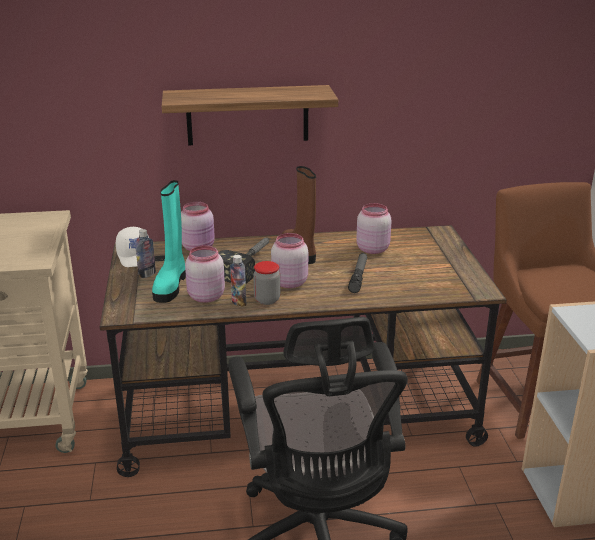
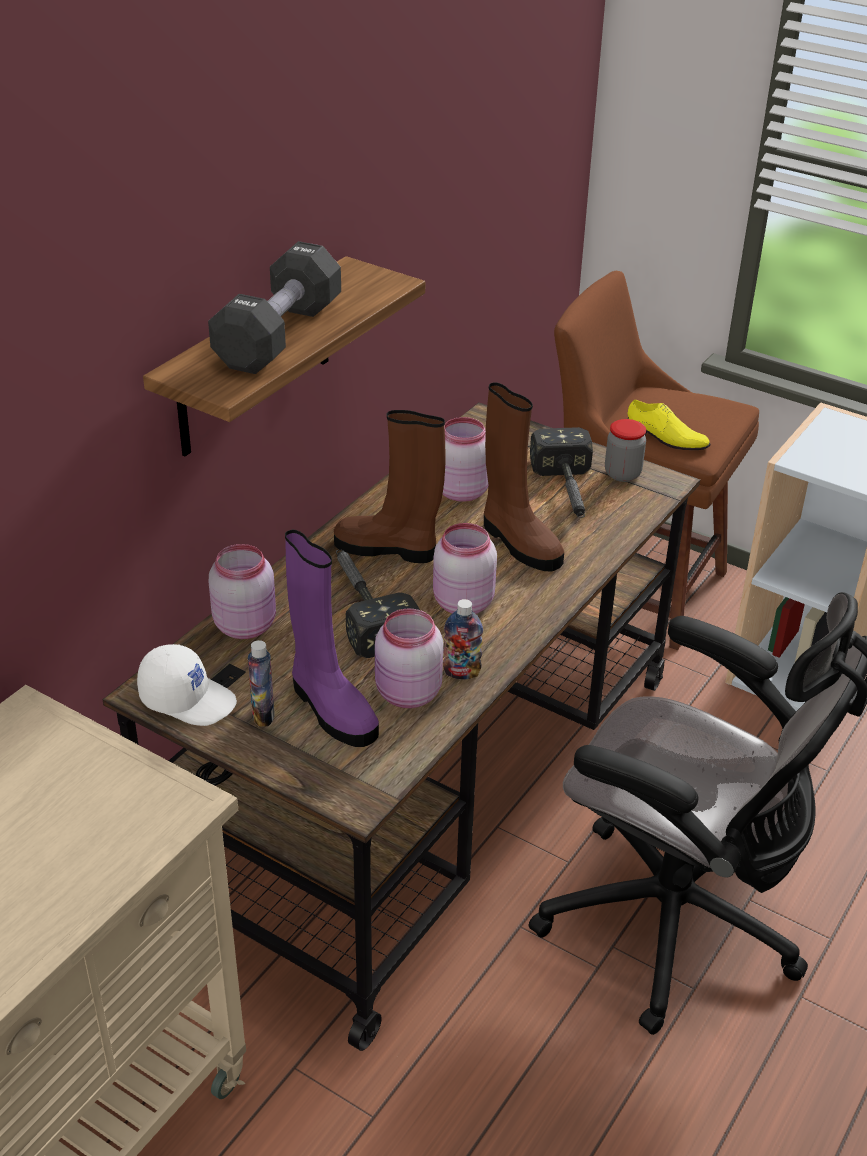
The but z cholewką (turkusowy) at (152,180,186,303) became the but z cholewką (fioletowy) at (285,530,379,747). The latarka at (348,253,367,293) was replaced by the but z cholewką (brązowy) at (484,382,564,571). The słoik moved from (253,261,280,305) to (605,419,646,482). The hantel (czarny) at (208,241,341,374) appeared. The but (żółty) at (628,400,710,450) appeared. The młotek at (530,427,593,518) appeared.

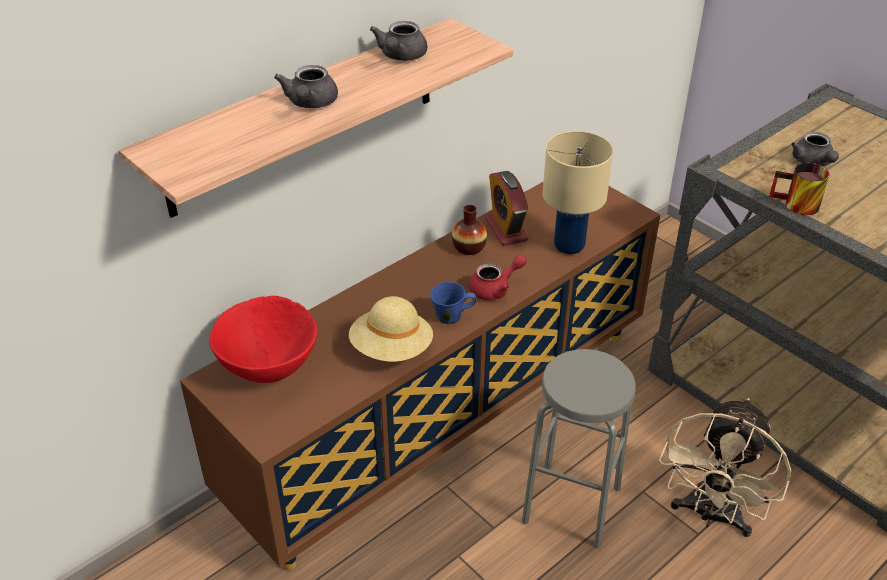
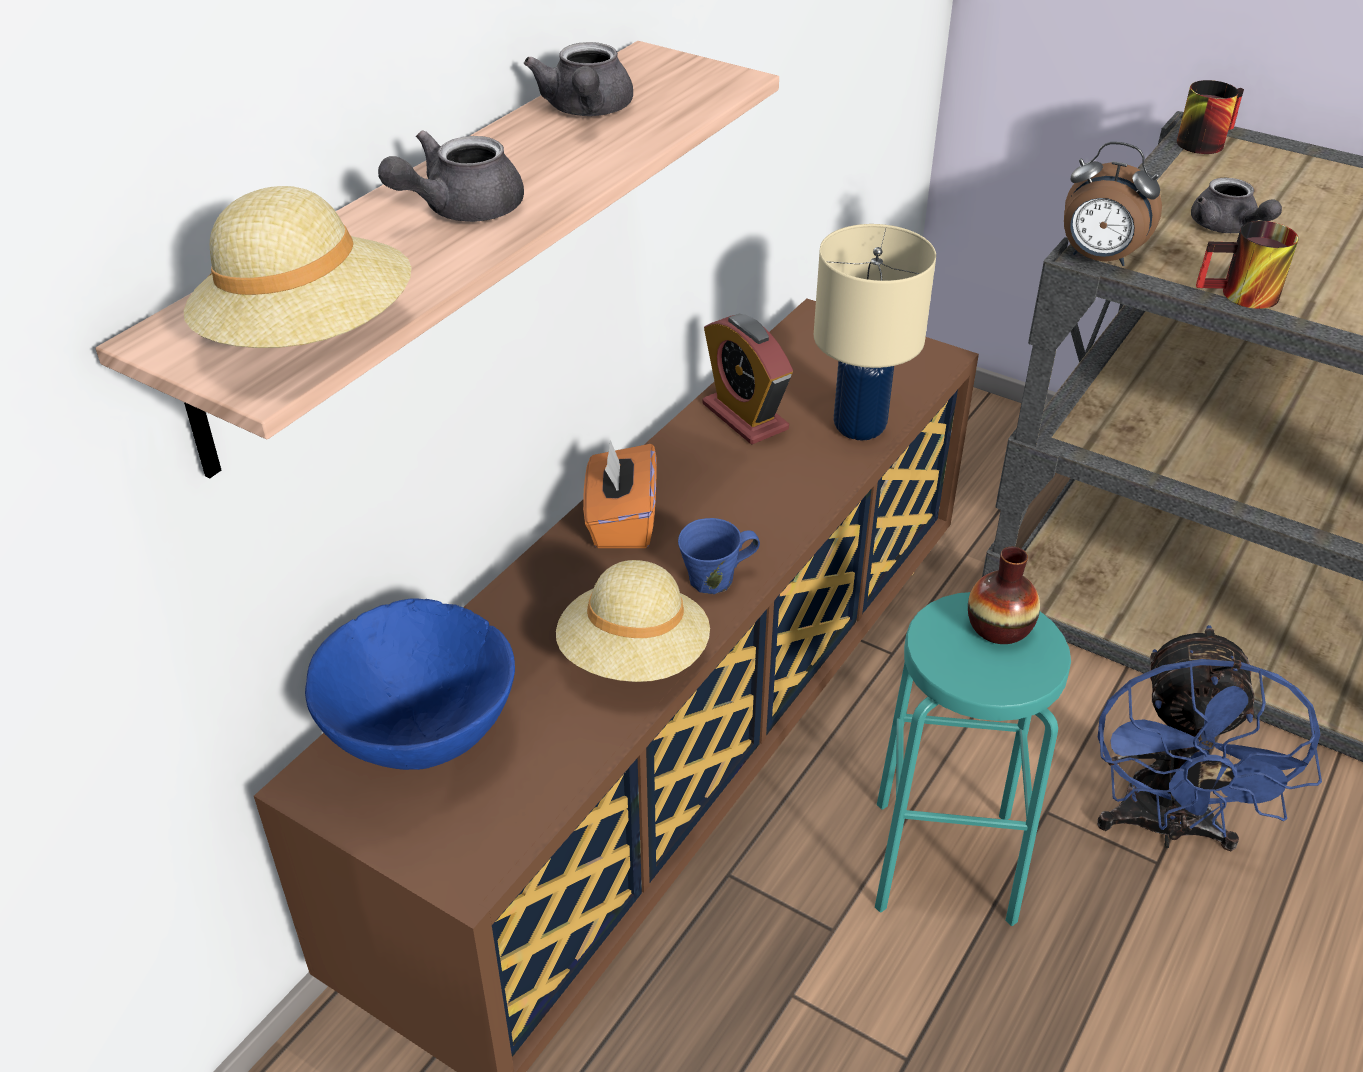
The imbryk (szary) at (274,65,338,108) turned 60 degrees clockwise. The wazon moved from (452,205,487,255) to (968,547,1040,644). The imbryk (czerwony) at (469,255,527,300) disappeared. The miska (czerwony) at (209,296,318,383) became the miska (niebieski) at (305,599,515,770). The stołek (szary) at (522,349,636,548) became the stołek (turkusowy) at (875,592,1071,926). The wentylator (beżowy) at (659,398,791,537) became the wentylator (niebieski) at (1097,625,1322,851). The kubek at (1177,80,1244,154) appeared. The budzik at (1064,142,1162,266) appeared. The kapelusz (beżowy) at (184,186,412,348) appeared. The pudełko chusteczek (pomarańczowy) at (583,440,657,548) appeared.

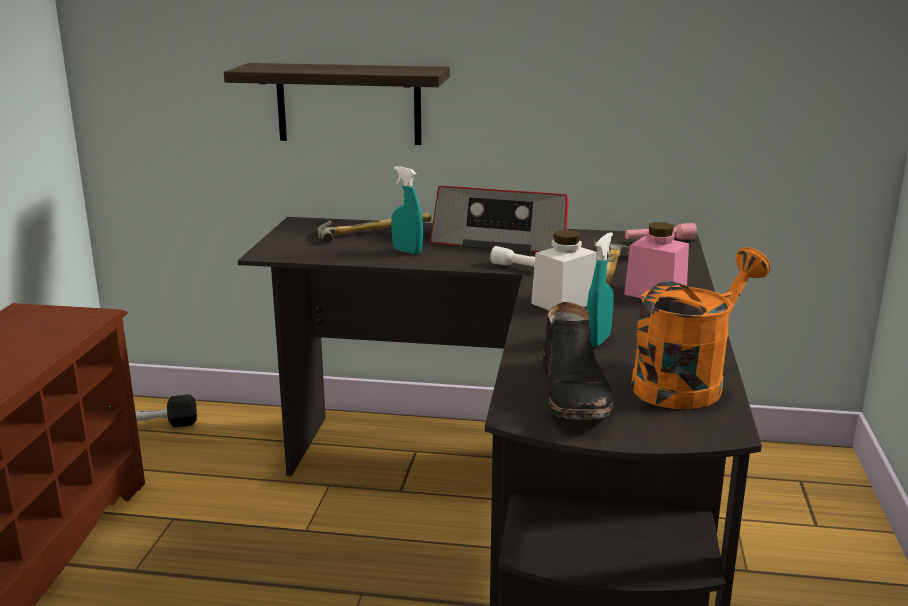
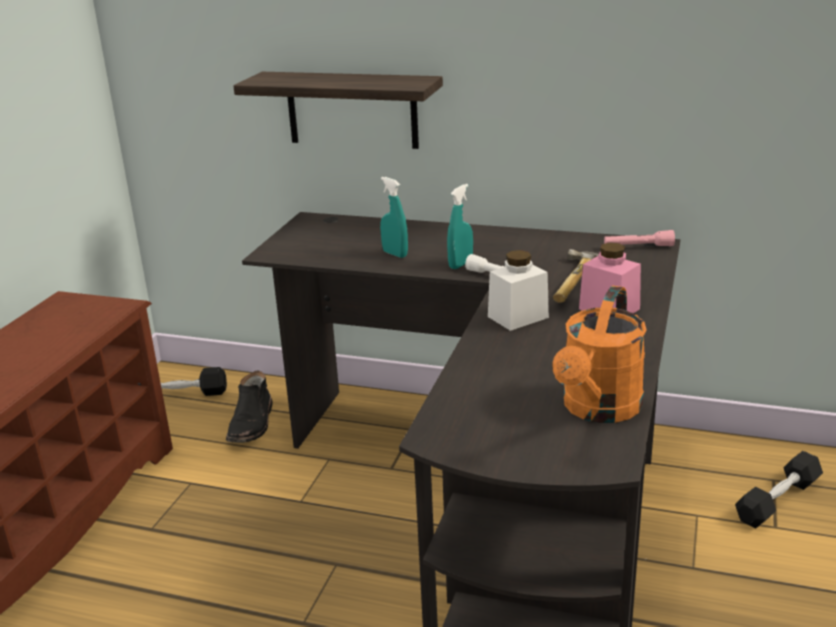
The radio at (430,186,569,253) disappeared. The młotek at (317,213,432,243) disappeared. The spryskiwacz (turkusowy) moved from (587,232,614,347) to (447,184,473,269). The konewka (pomarańczowy) at (631,247,771,409) turned 150 degrees clockwise. The but z cholewką (czarny) moved from (542,302,613,420) to (226,370,273,443). The hantel (czarny) at (735,451,823,528) appeared.

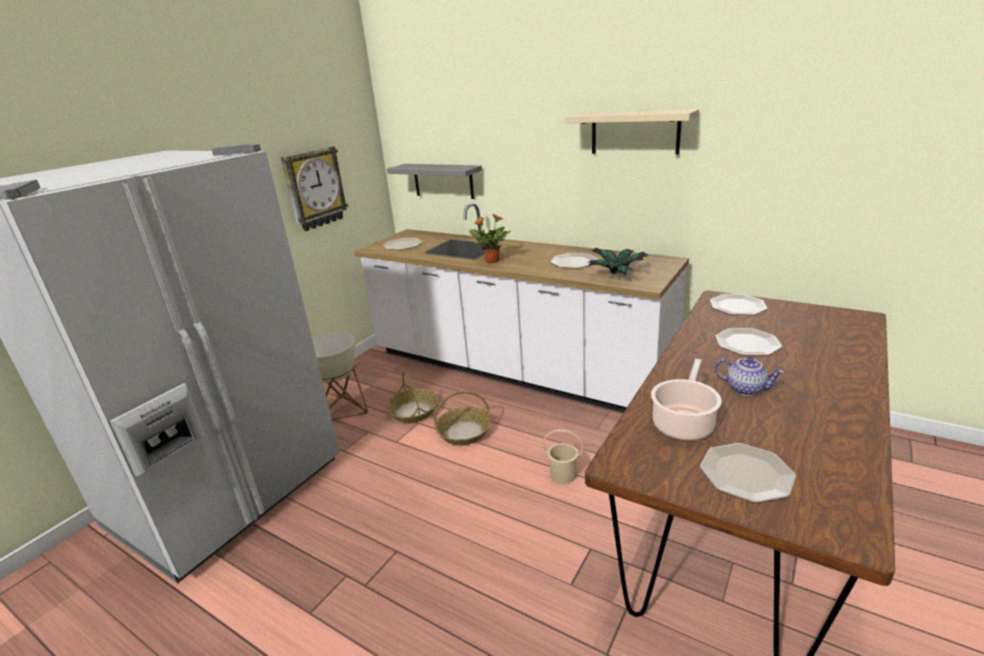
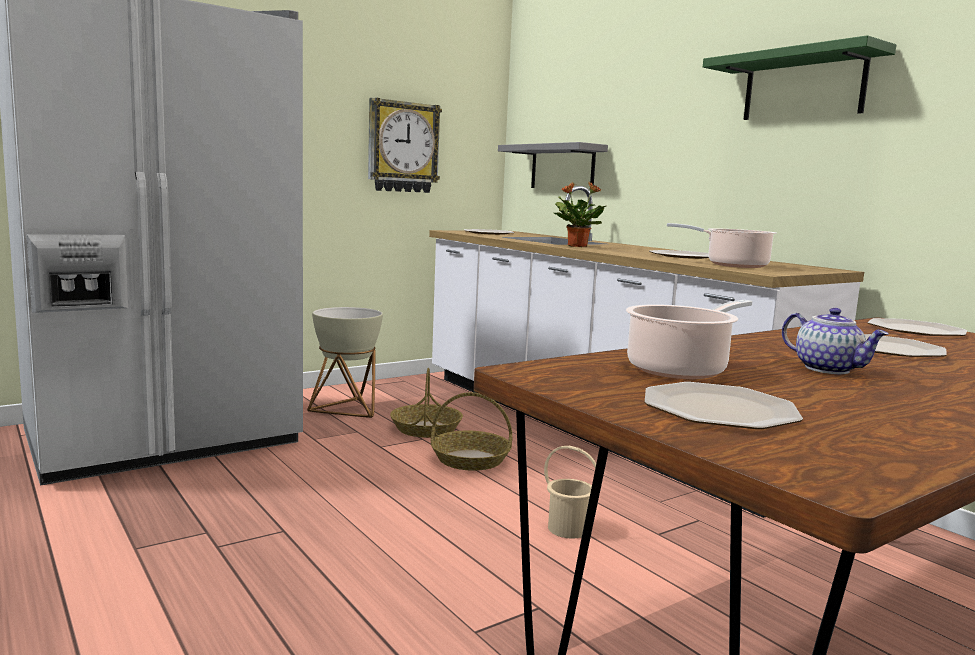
The półka (beżowy) at (565,109,699,155) became the półka (zielony) at (703,35,896,120). The roślina doniczkowa at (586,248,648,276) was replaced by the garnek at (667,223,777,268).

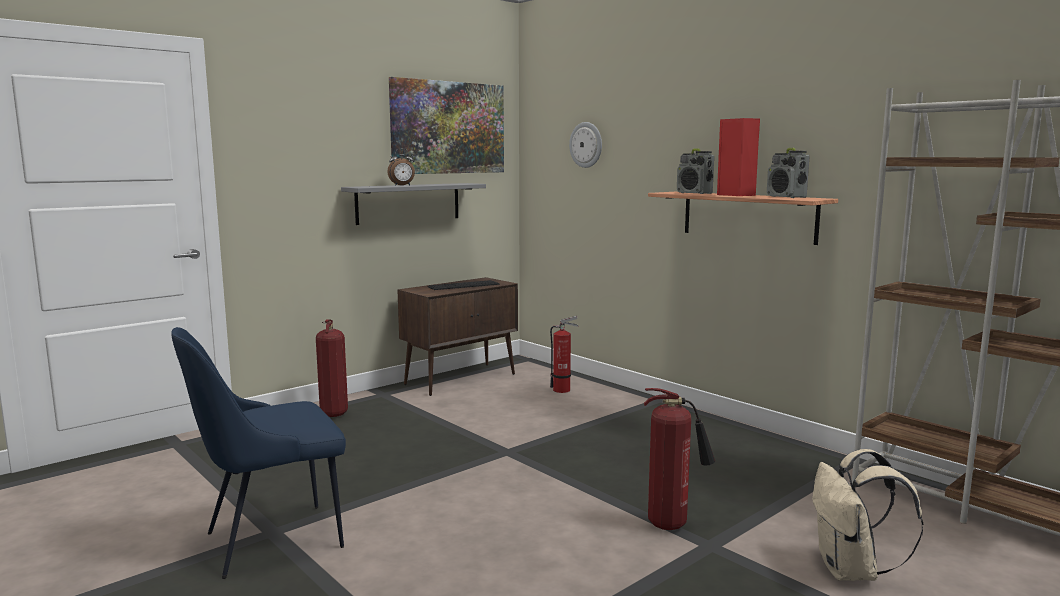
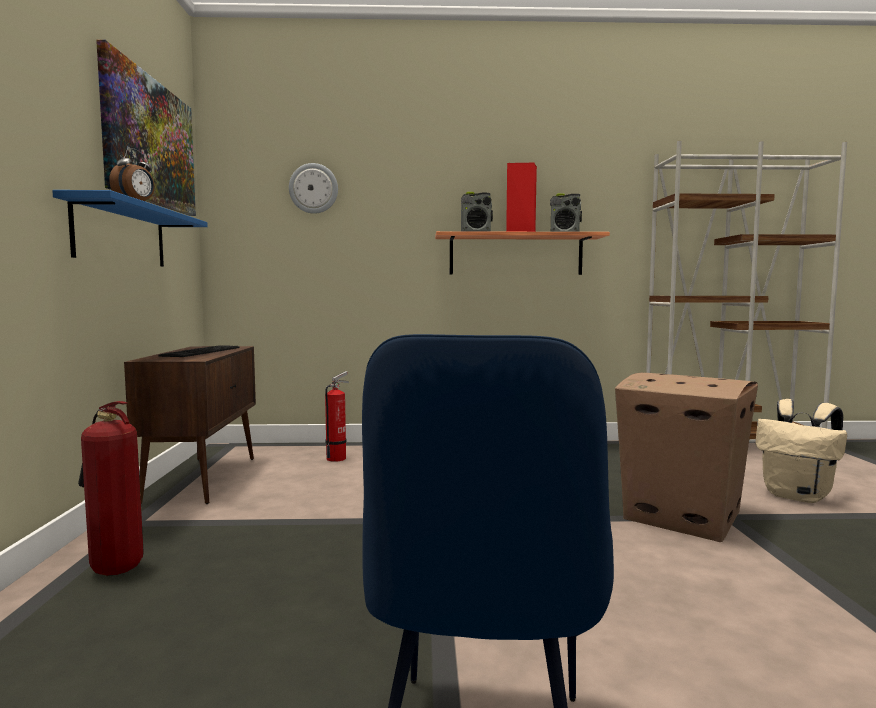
The półka (szary) at (341,183,486,225) became the półka (niebieski) at (52,190,208,267). The gaśnica at (644,388,715,530) was replaced by the karton at (615,373,758,542).

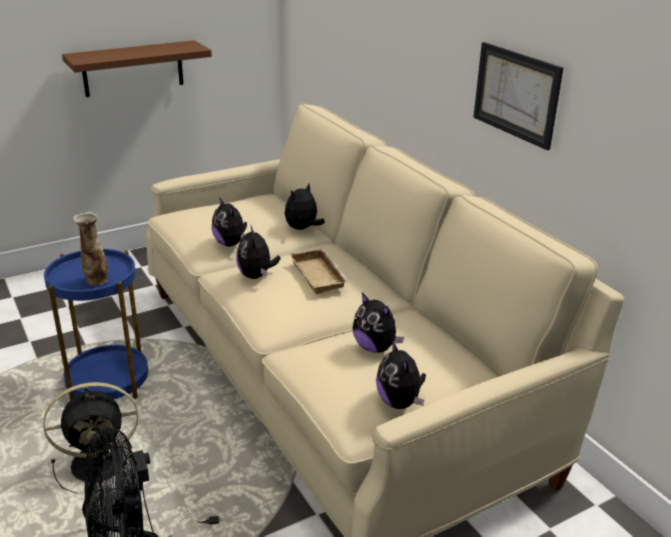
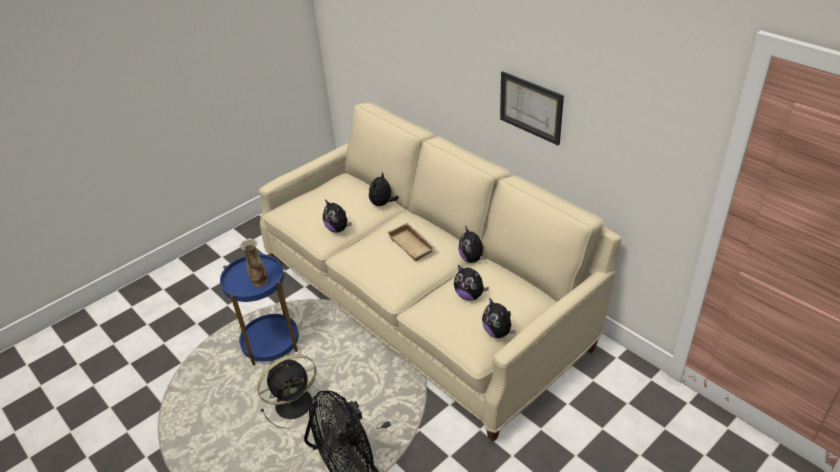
The półka (brązowy) at (62,40,212,97) disappeared. The pluszak moved from (236,224,281,279) to (458,226,486,263).

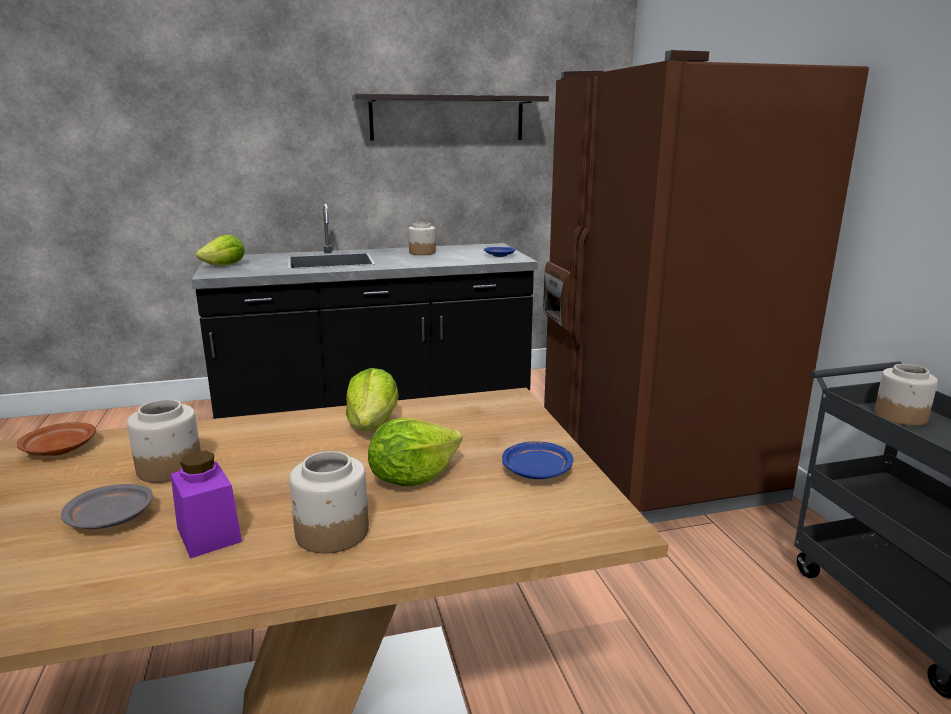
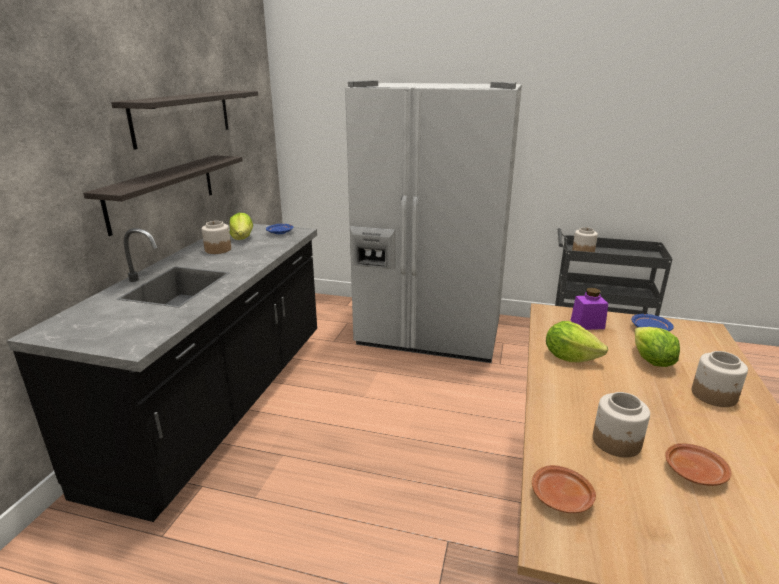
The lodówka (brązowy) at (543,50,869,523) became the lodówka (biały) at (345,81,522,363). The sałata moved from (196,234,245,266) to (229,213,253,240). The słoik (fioletowy) moved from (171,451,242,559) to (571,288,608,330). The talerz (szary) at (61,484,153,529) became the talerz (brązowy) at (665,443,731,486). The półka at (83,155,243,236) appeared.

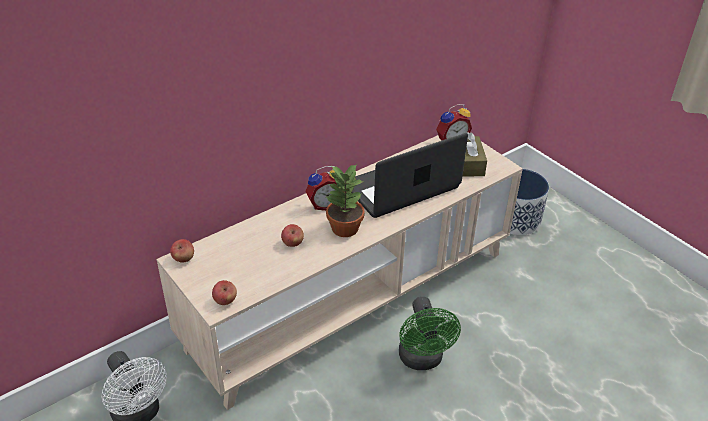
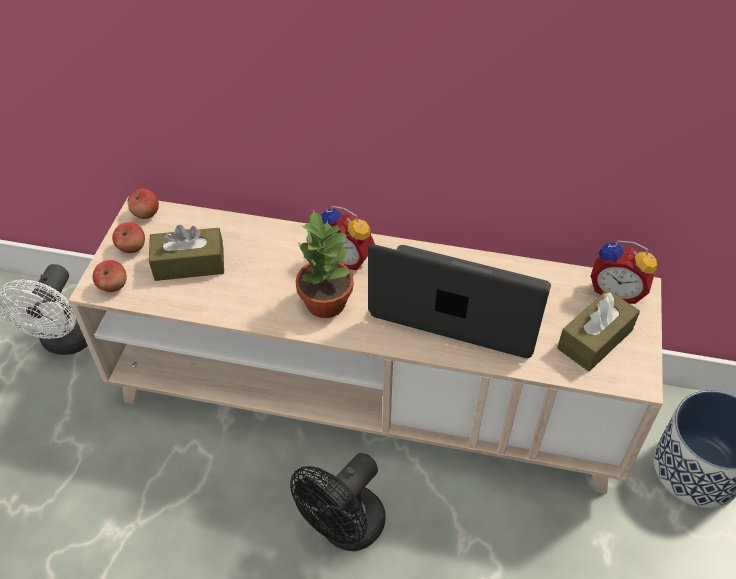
The jabłko moved from (281,224,304,247) to (112,222,145,253). The wentylator (zielony) at (399,297,461,370) became the wentylator (czarny) at (290,453,386,551). The pudełko chusteczek (brązowy) at (149,225,224,281) appeared.

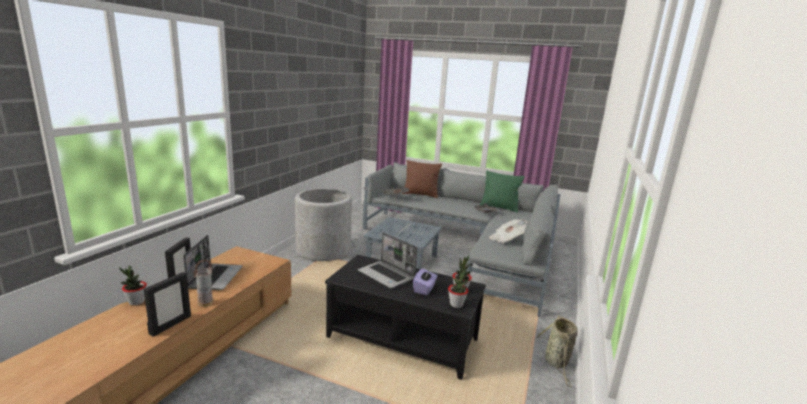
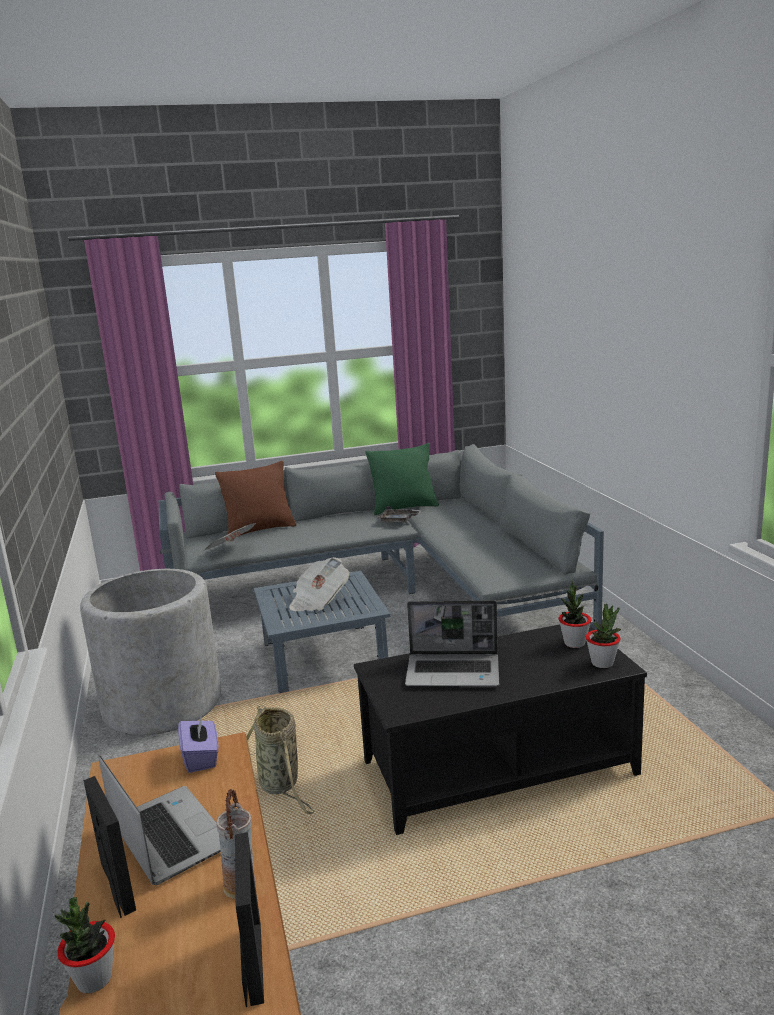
The gazeta moved from (489,219,527,243) to (289,557,349,611). The pudełko chusteczek (fioletowy) moved from (413,269,437,295) to (178,714,218,773). The koszyk moved from (537,315,578,387) to (247,705,315,814).

